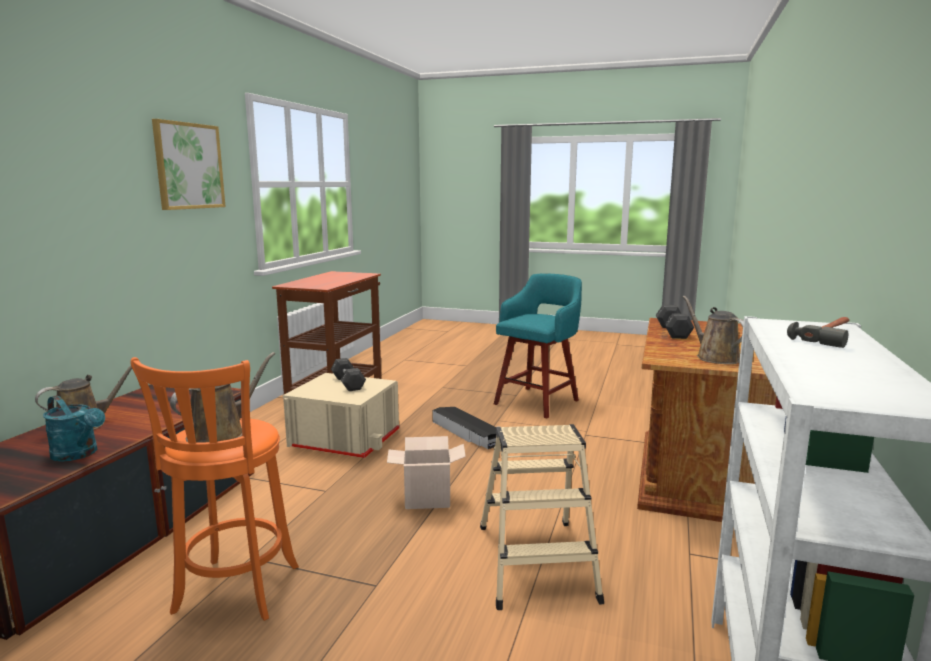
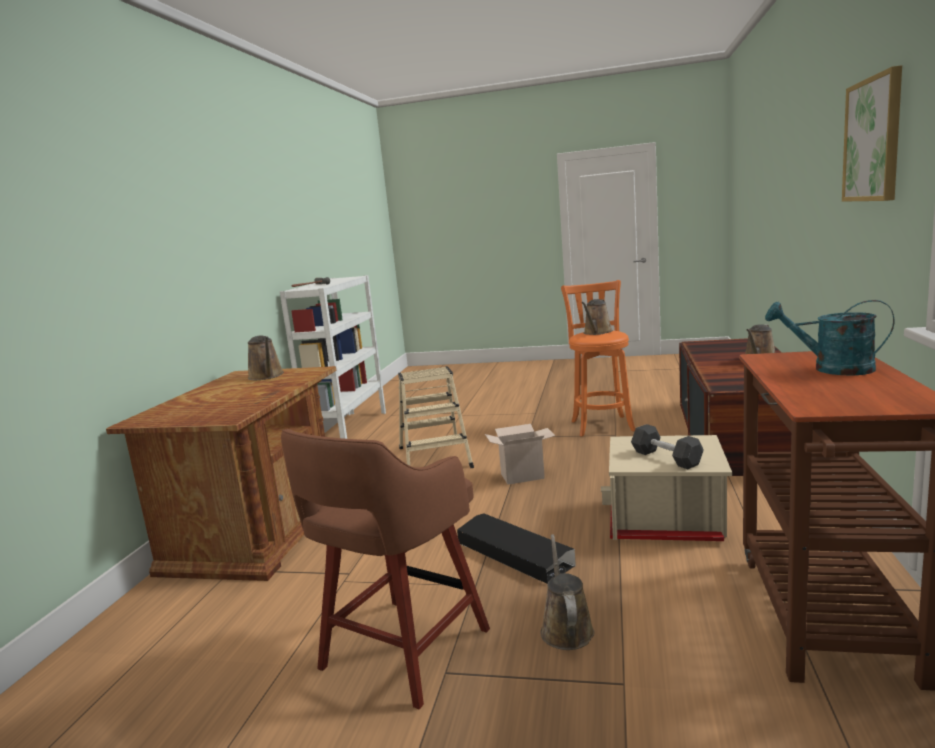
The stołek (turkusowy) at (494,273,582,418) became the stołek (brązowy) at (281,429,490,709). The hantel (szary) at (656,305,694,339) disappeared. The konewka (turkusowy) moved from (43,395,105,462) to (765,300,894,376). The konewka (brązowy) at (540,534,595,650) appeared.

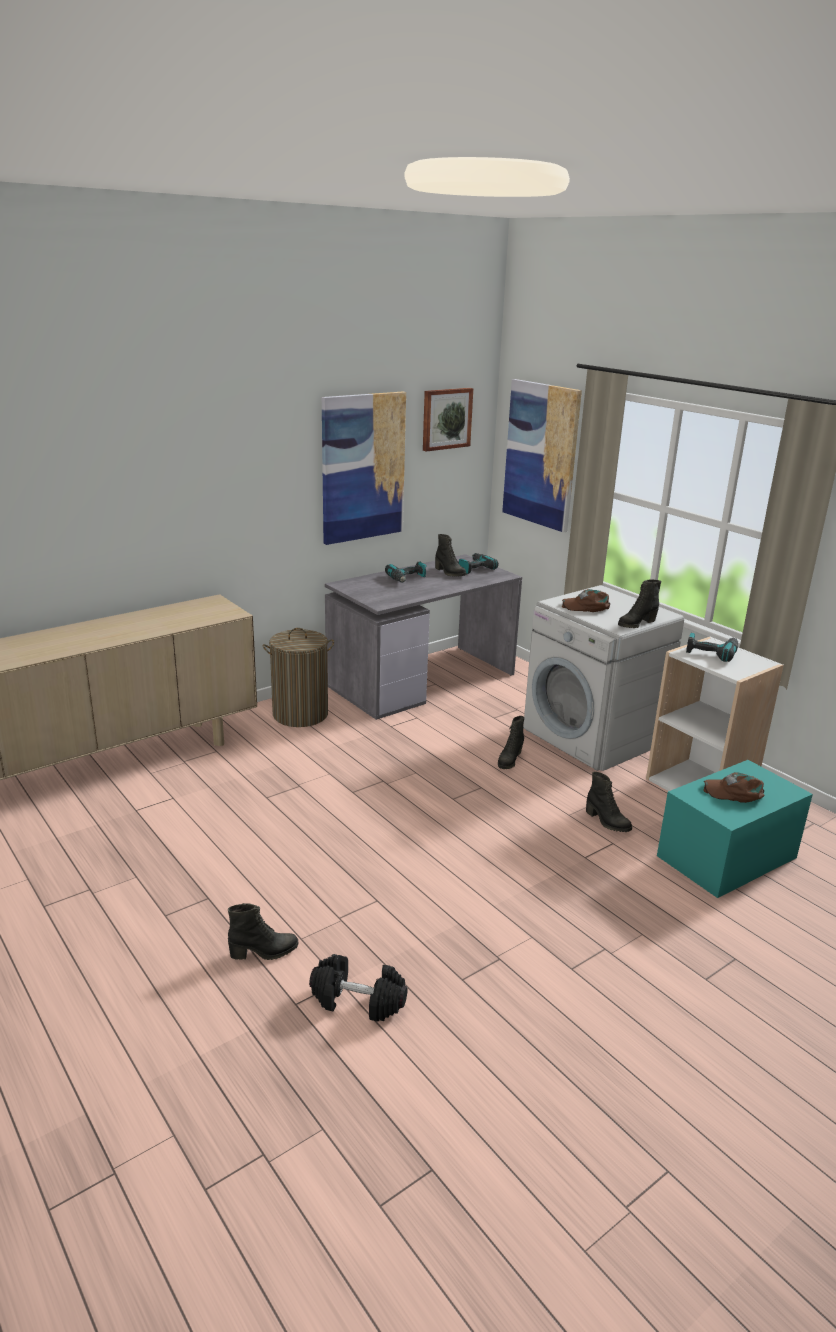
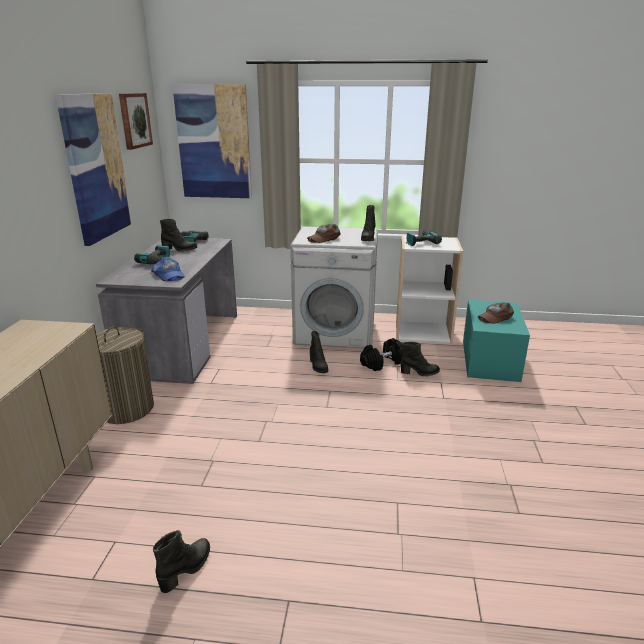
The but z cholewką (czarny) moved from (228,903,299,960) to (153,530,210,593). The hantel (czarny) moved from (309,954,408,1022) to (360,338,403,371). The czapka z daszkiem (niebieski) at (151,257,185,281) appeared.

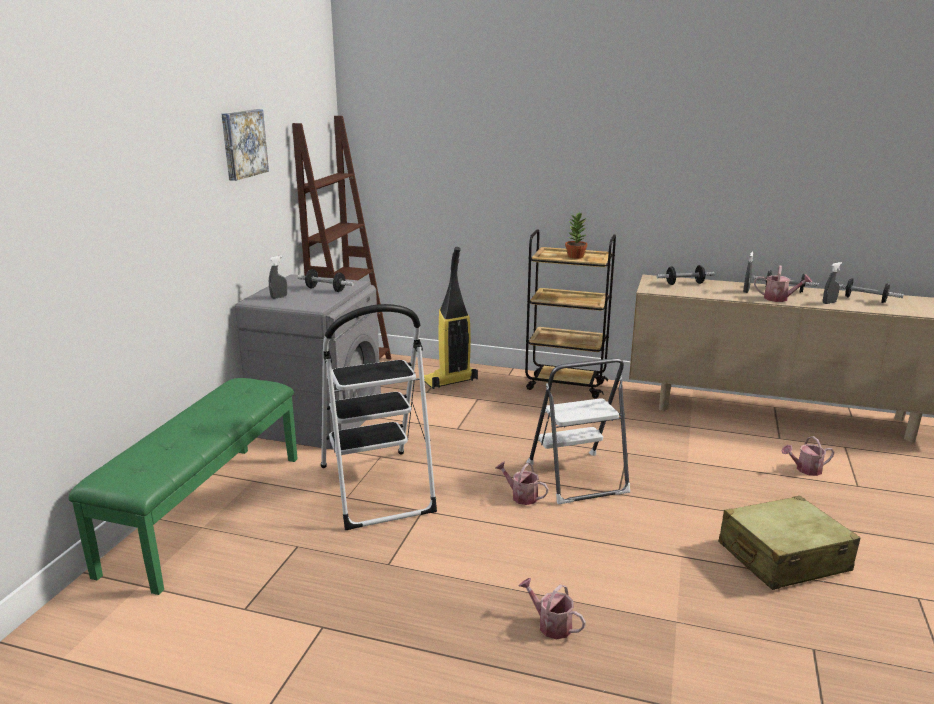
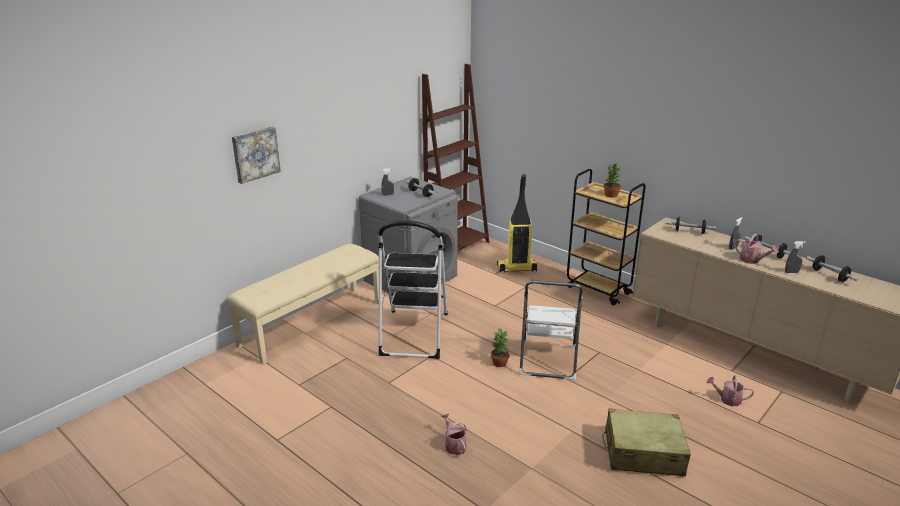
The obraz moved from (221,109,269,181) to (232,126,281,184). The ławka (zielony) at (69,378,298,595) became the ławka (beżowy) at (227,244,379,365). The konewka at (495,461,549,505) was replaced by the roślina doniczkowa at (491,327,510,367).

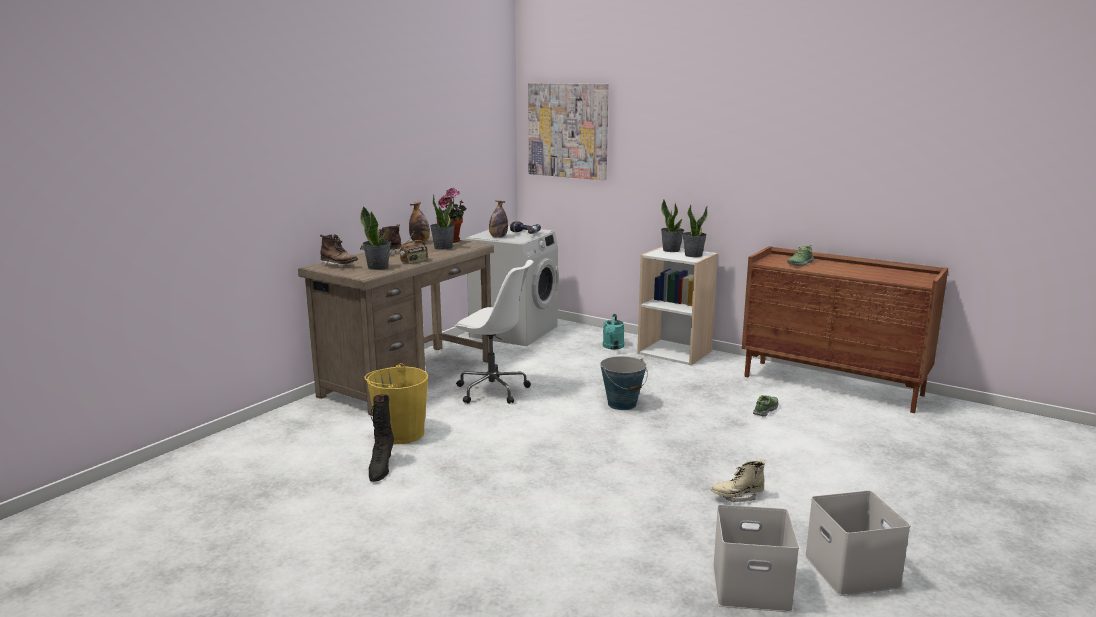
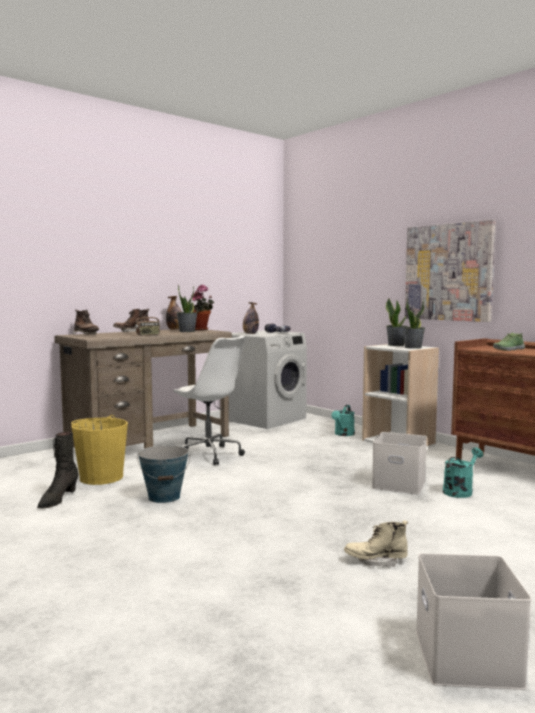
The obraz moved from (528,83,609,180) to (405,219,496,322). The roślina doniczkowa at (360,206,391,270) disappeared. The wiadro moved from (600,356,648,410) to (137,445,190,503). The but at (753,395,779,417) was replaced by the konewka (turkusowy) at (443,448,483,498). The pojemnik do przechowywania (biały) moved from (713,505,799,612) to (372,432,427,495).

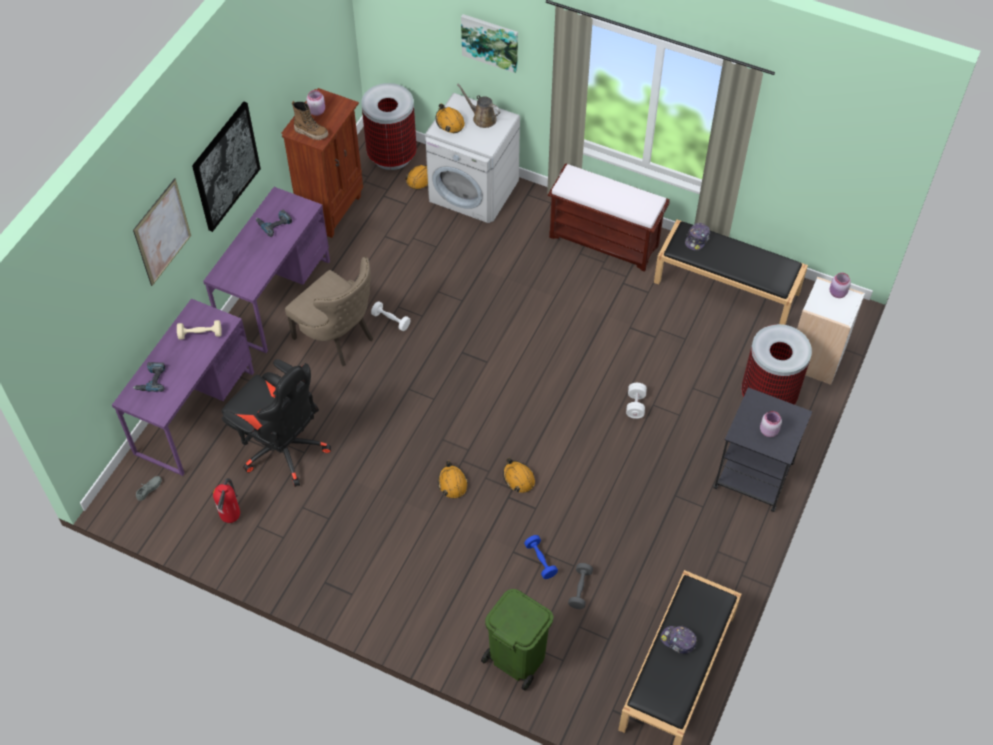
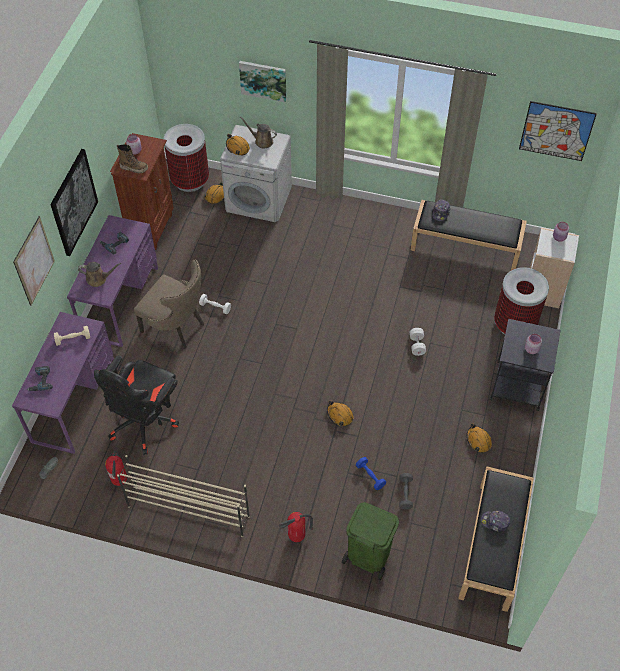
The ławka (brązowy) at (548,163,670,272) disappeared. The krzesło biurowe (czarny) at (221,359,331,487) turned 90 degrees clockwise. The kask (pomarańczowy) moved from (438,461,468,498) to (467,423,492,453). The obraz at (519,101,597,161) appeared. The konewka (brązowy) at (78,262,121,287) appeared. The regał na buty (beżowy) at (117,455,250,537) appeared. The gaśnica at (278,512,313,542) appeared.

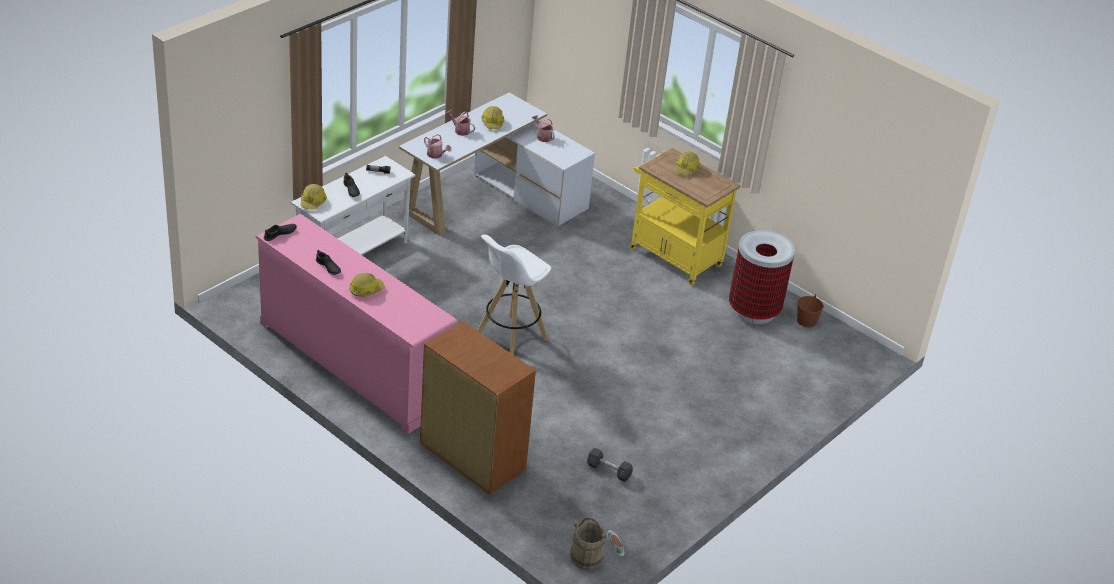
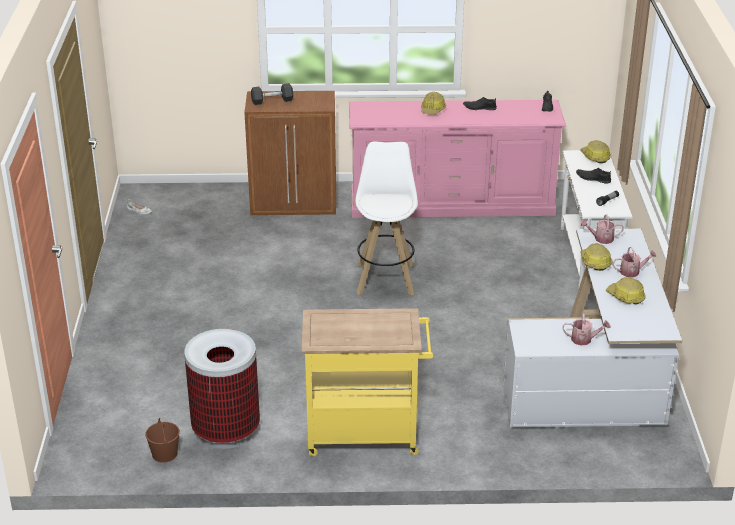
The kask moved from (674,151,700,175) to (580,243,612,271). The hantel (szary) moved from (587,448,633,482) to (251,83,293,105). The wiadro (beżowy) at (570,518,607,570) disappeared.

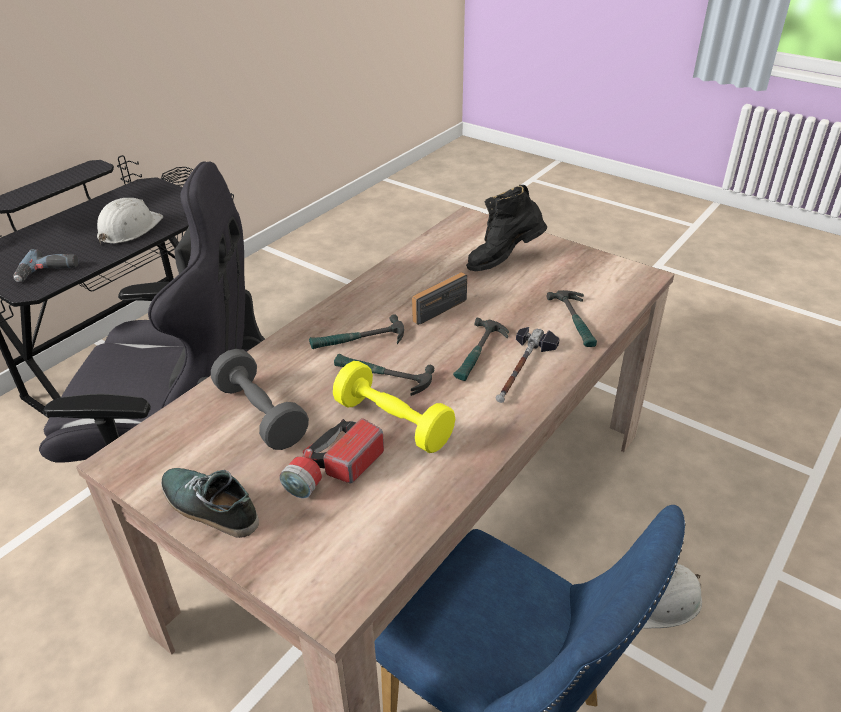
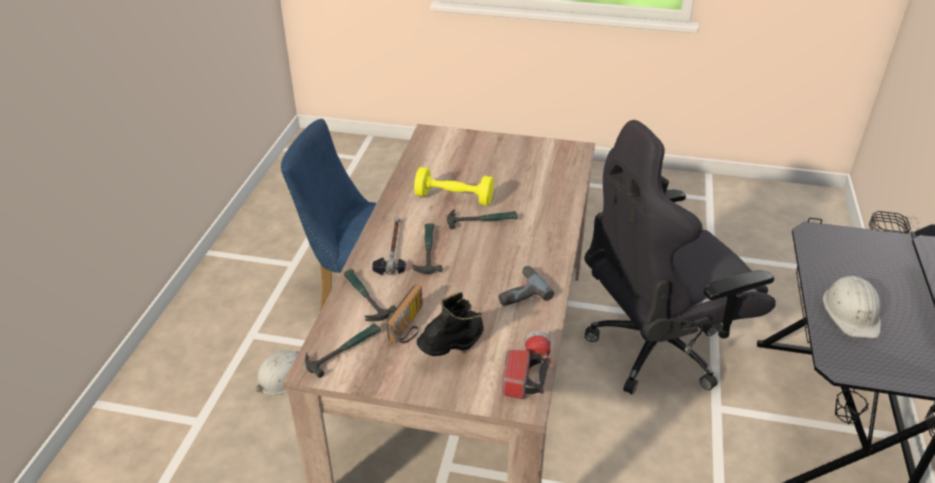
The wiertarka moved from (13,249,78,282) to (499,266,554,306). The radio moved from (412,272,467,325) to (387,285,423,343). The młotek moved from (309,314,404,349) to (305,323,381,378). The hantel (szary) at (211,349,309,450) disappeared. The latarka moved from (279,418,384,498) to (502,331,551,399). The but at (161,468,259,538) disappeared.

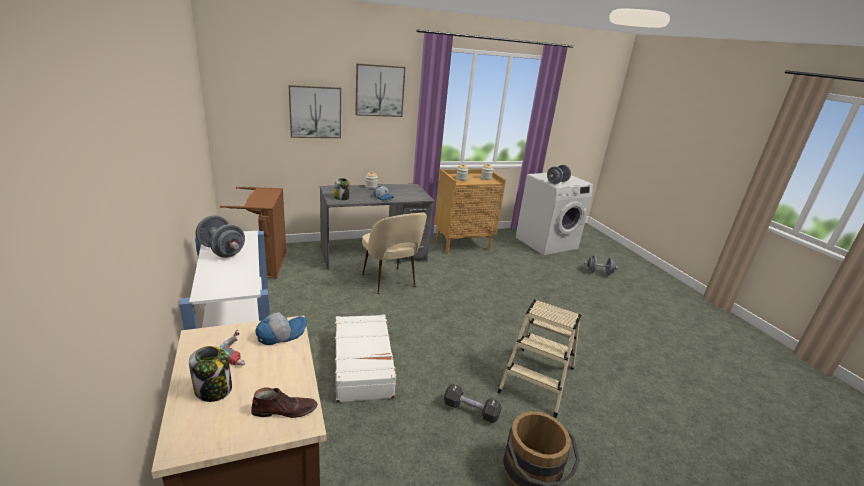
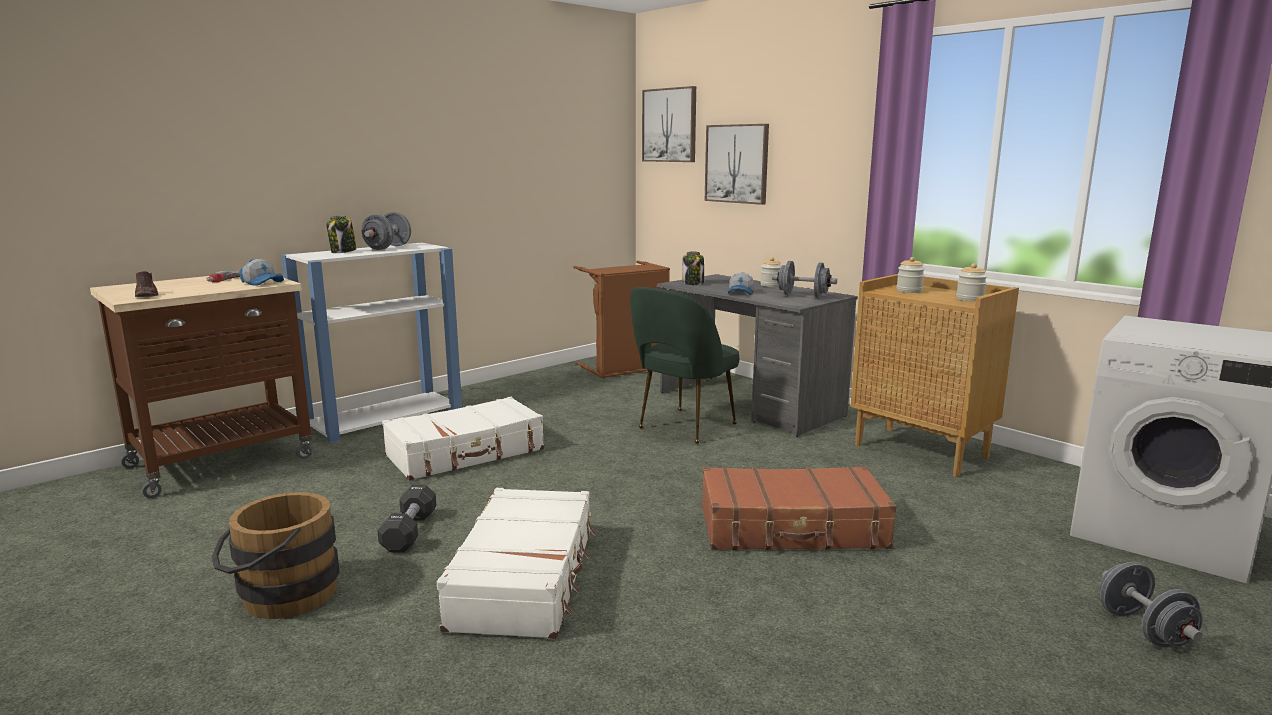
The obraz moved from (355,63,406,117) to (642,86,696,162). The hantel (szary) moved from (547,165,571,184) to (772,261,837,298). The krzesło (beżowy) at (362,213,427,294) became the krzesło (zielony) at (630,287,739,444). The drabinka (beżowy) at (497,299,581,418) was replaced by the walizka (biały) at (437,488,596,639). The słoik moved from (189,346,232,402) to (326,215,357,253). The walizka (brązowy) at (702,466,897,550) appeared.

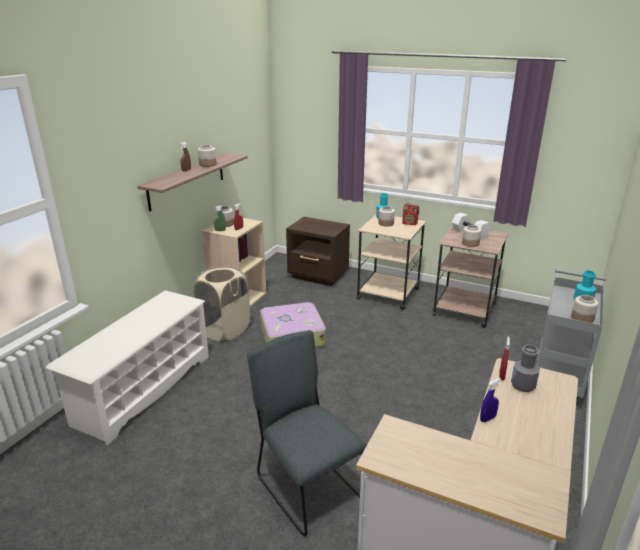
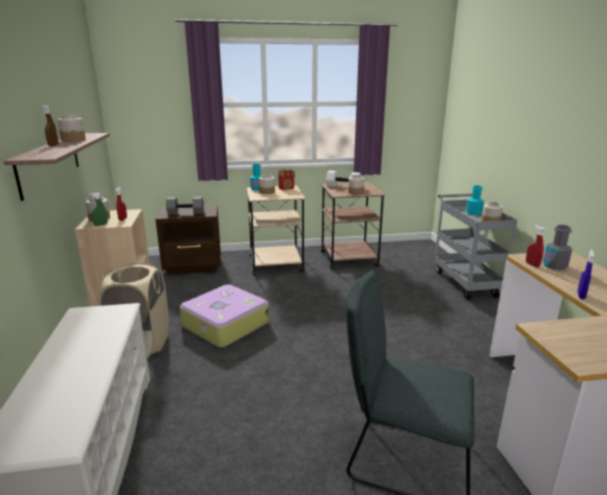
The hantel (szary) at (166,197,204,215) appeared.

